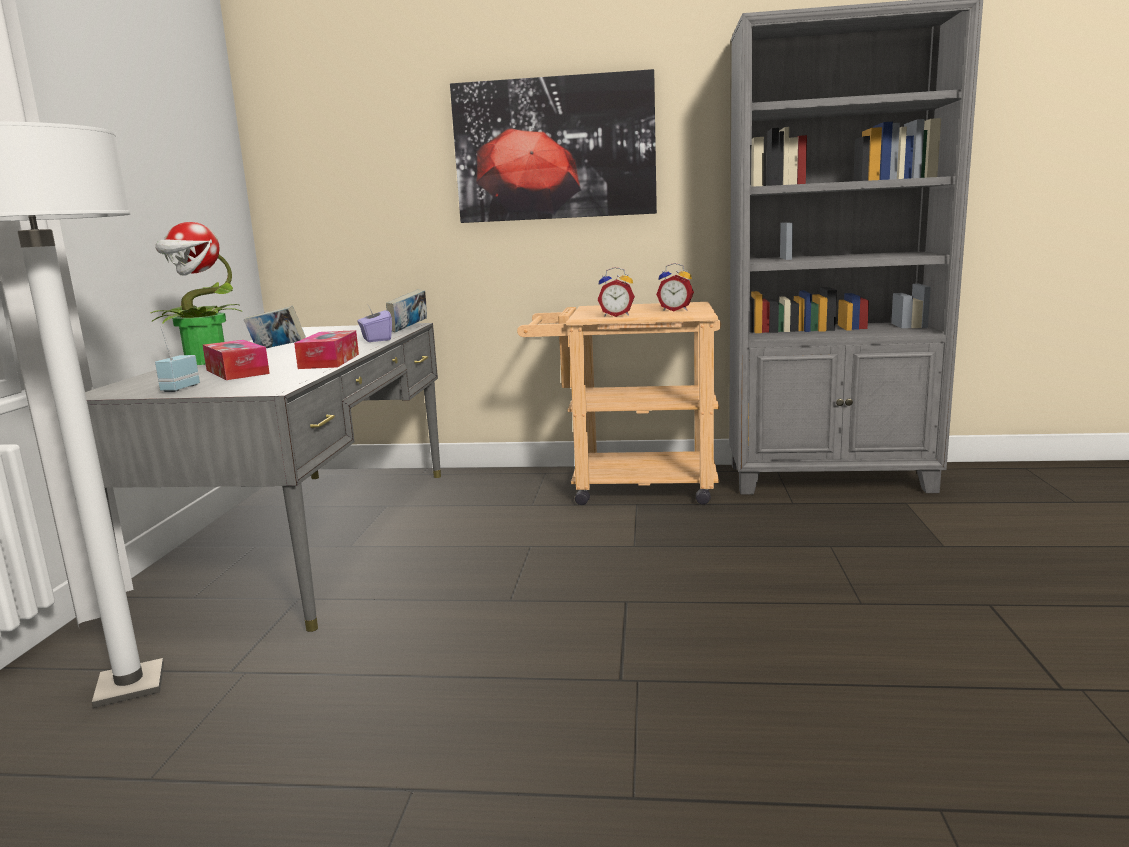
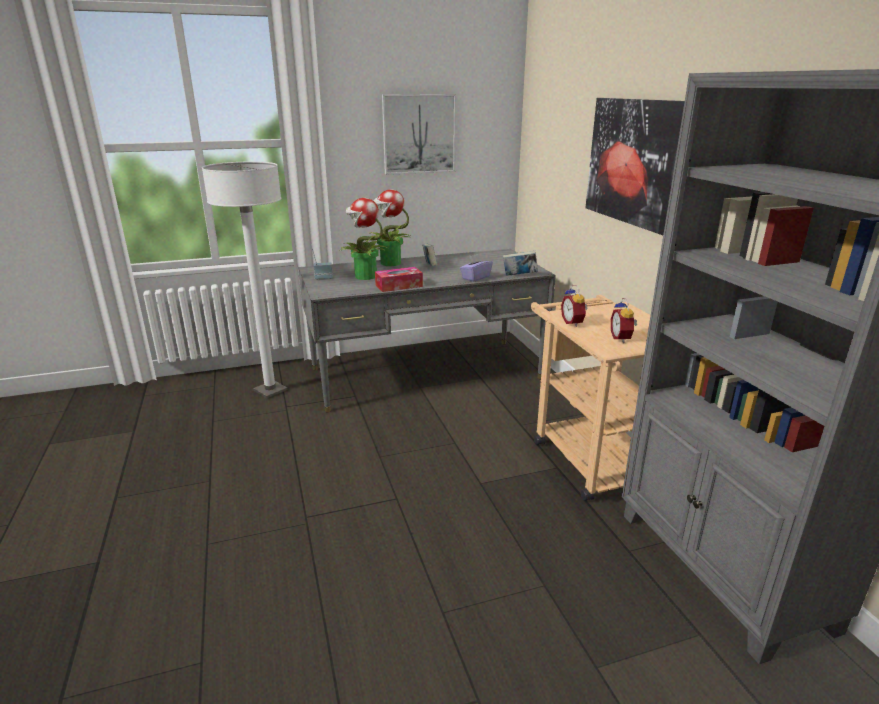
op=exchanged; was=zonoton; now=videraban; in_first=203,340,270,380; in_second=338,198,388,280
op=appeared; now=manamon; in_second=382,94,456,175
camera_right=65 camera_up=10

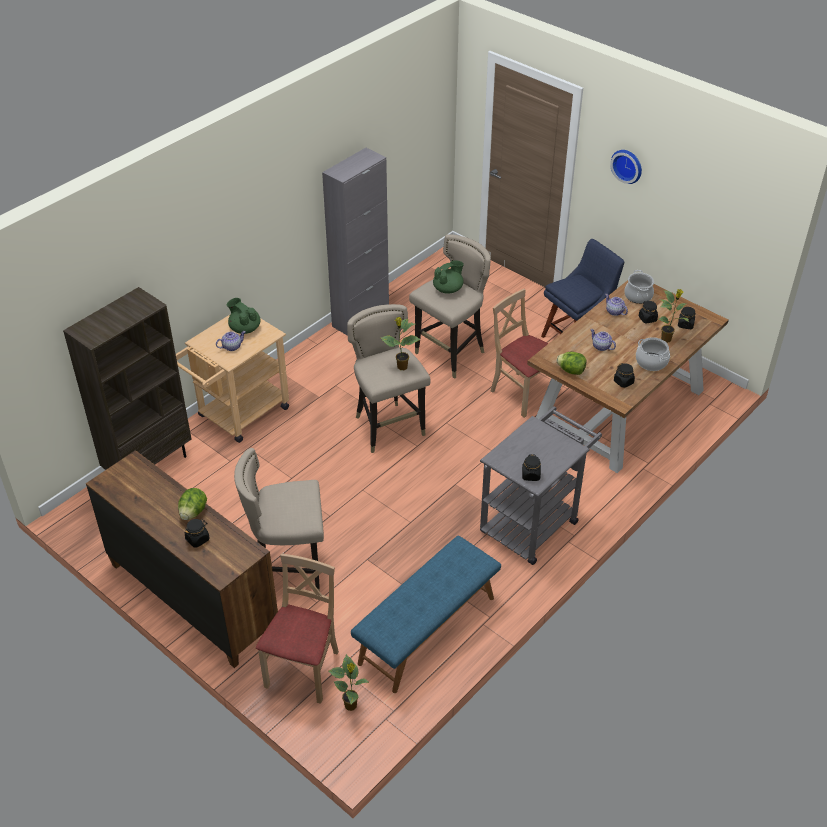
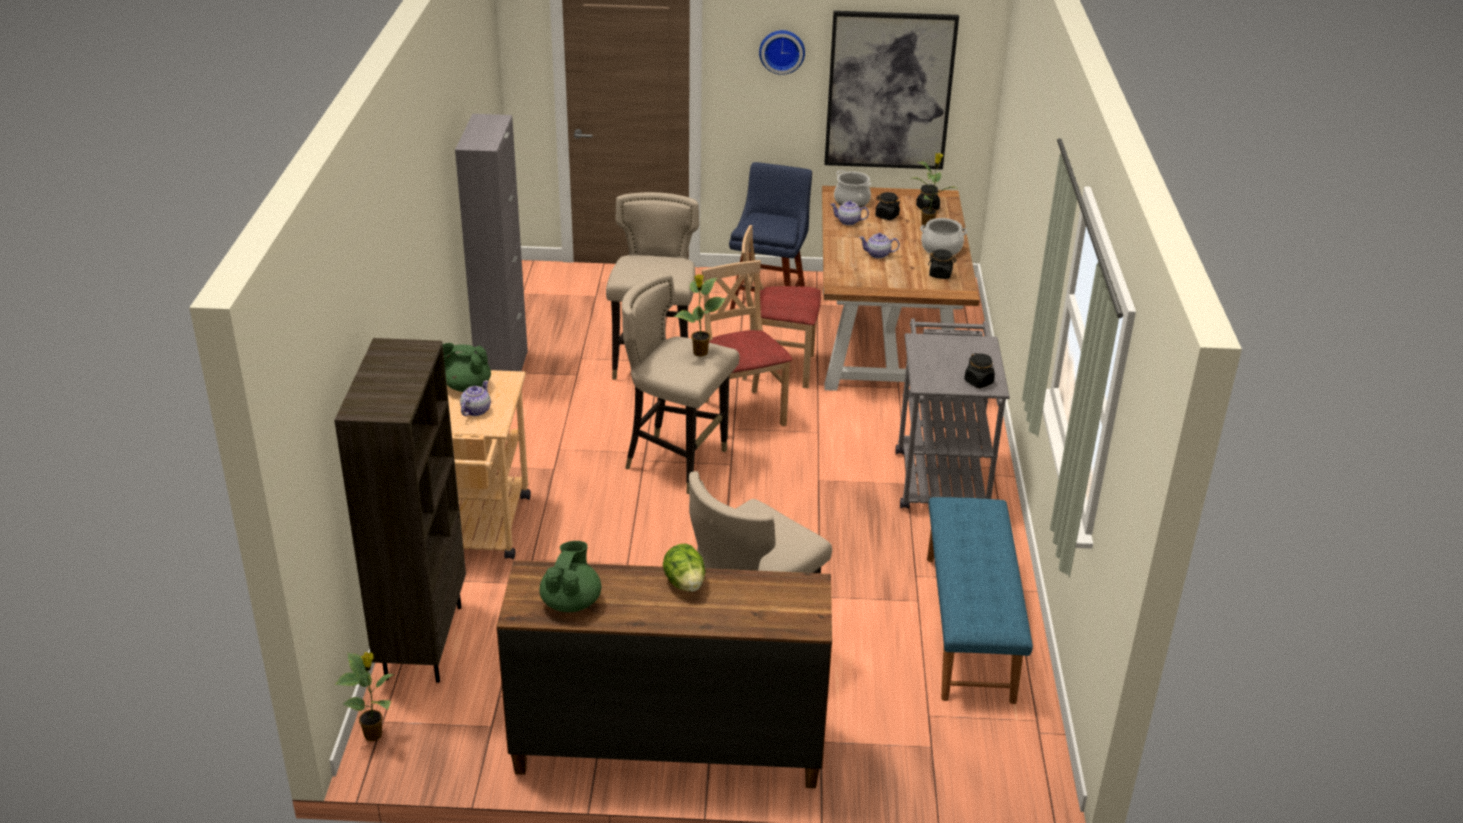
op=missing; was=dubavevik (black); in_first=185,519,210,548
op=relocated; was=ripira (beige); in_first=256,554,339,704; in_second=702,260,792,438
op=relocated; was=videraban; in_first=329,654,370,711; in_second=335,652,395,741
op=relocated; was=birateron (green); in_first=433,260,464,294; in_second=539,541,601,612
op=missing; was=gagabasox; in_first=556,352,586,375
op=appeared; now=manamon; in_second=824,11,959,170
camera_right=-40 camera_up=-10

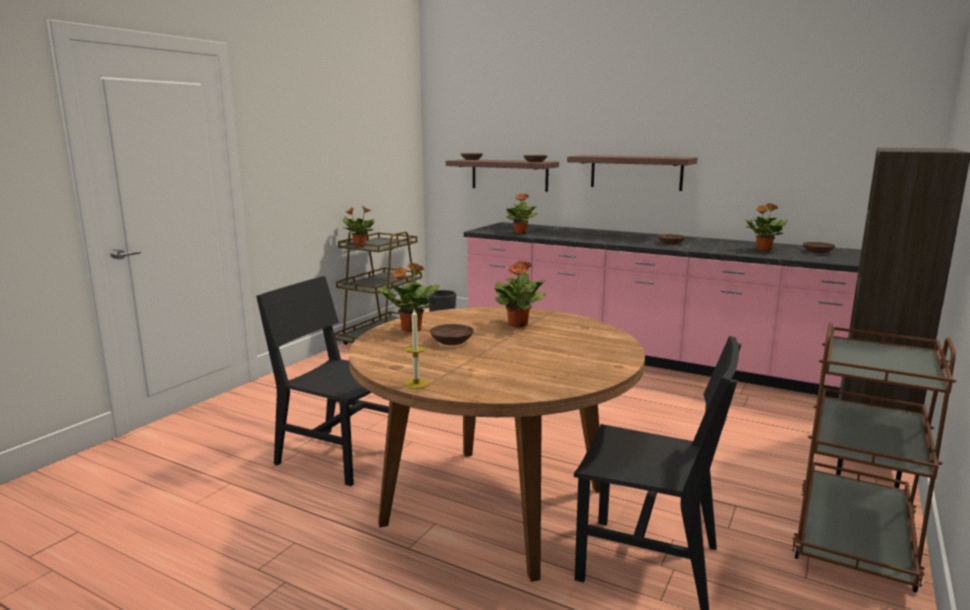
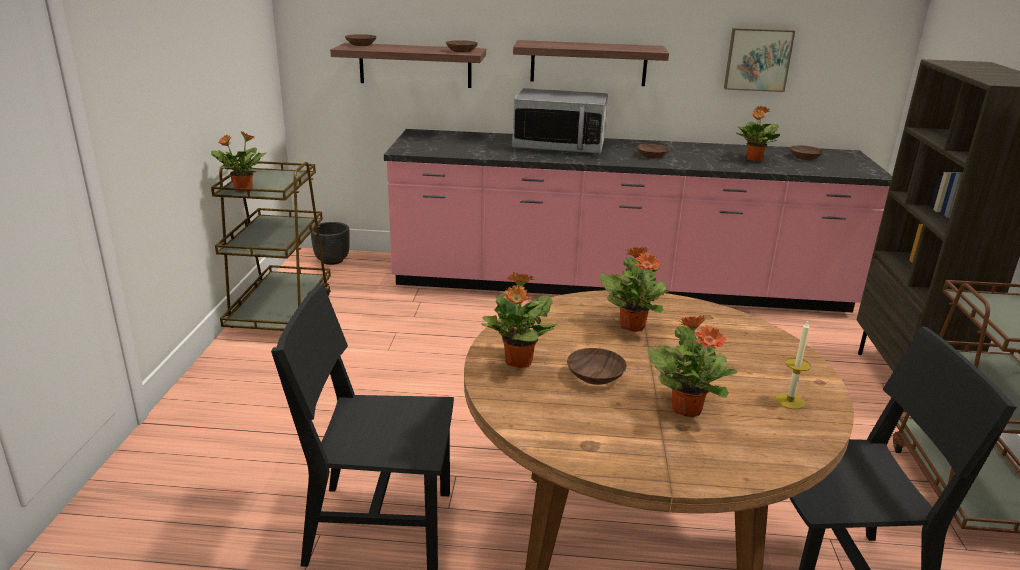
op=relocated; was=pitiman; in_first=404,309,428,389; in_second=776,320,811,409
op=relocated; was=videraban; in_first=506,193,538,234; in_second=647,315,737,417
op=appeared; now=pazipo; in_second=512,88,608,153
op=appeared; now=manamon; in_second=724,28,795,92
camera_right=-25 camera_up=10

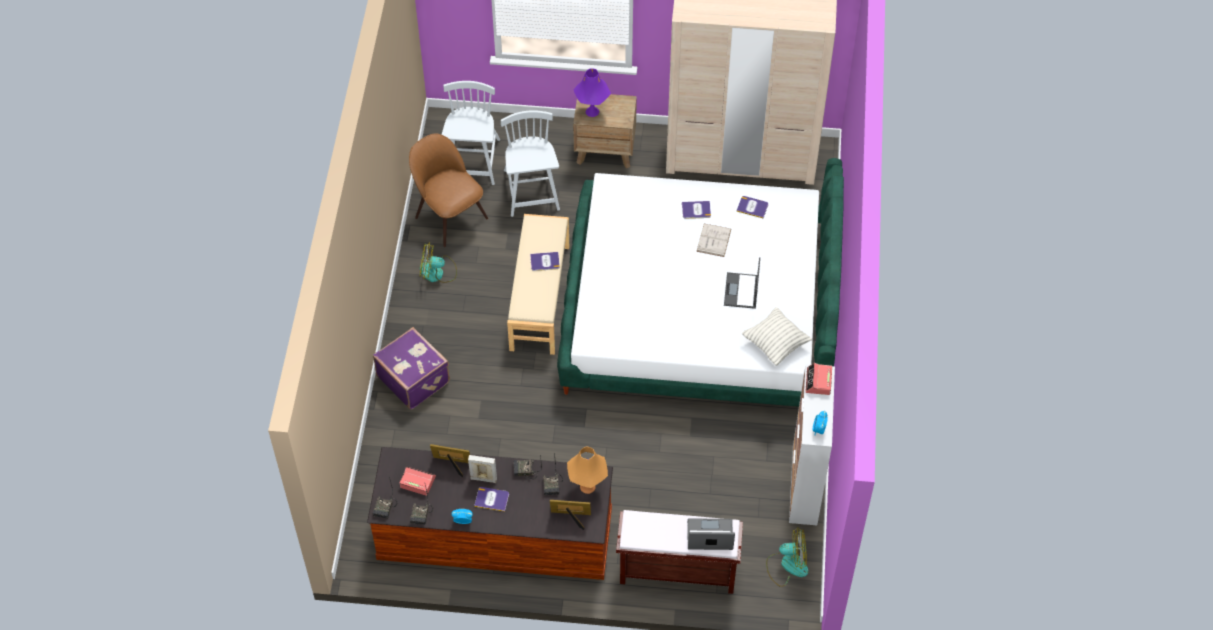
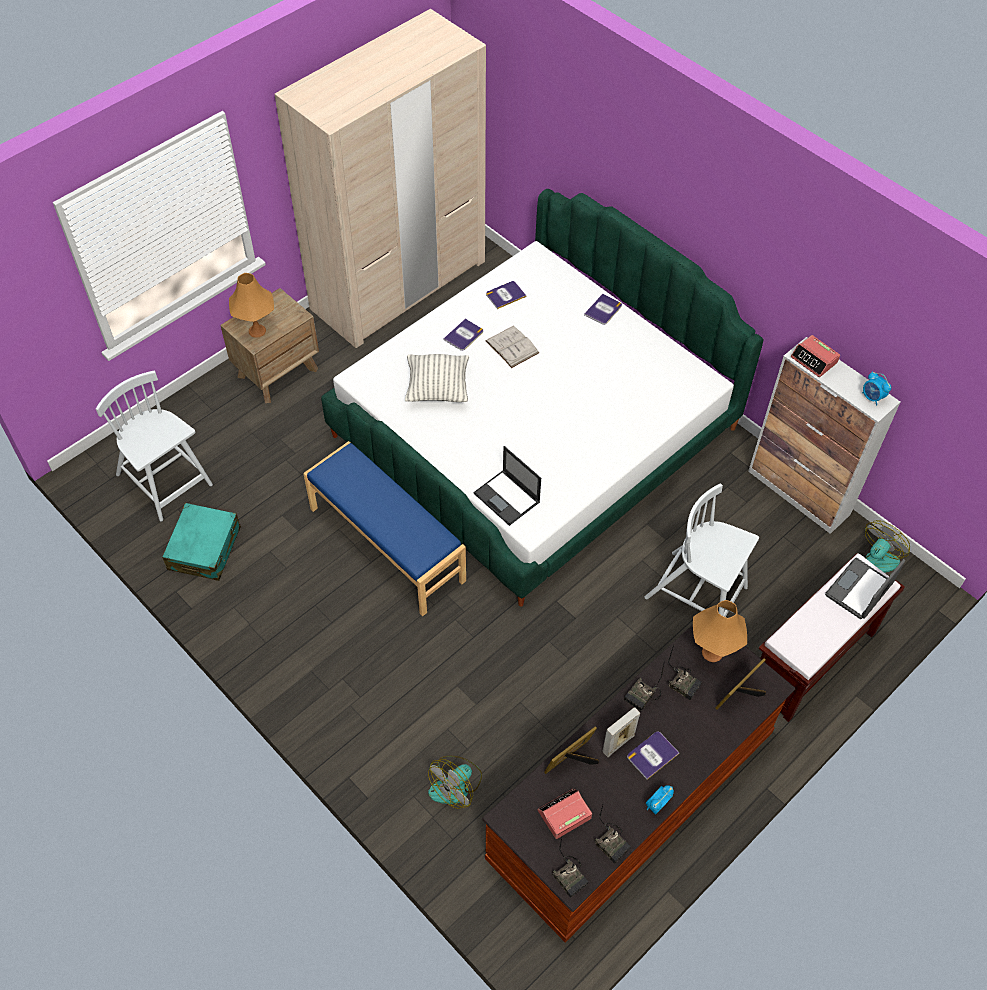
op=missing; was=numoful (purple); in_first=373,327,450,410
op=exchanged; was=ripira (brown); now=numoful (turquoise); in_first=409,133,488,247; in_second=162,503,241,581
op=relocated; was=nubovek; in_first=420,242,457,283; in_second=428,756,482,809
op=relocated; was=ripira (white); in_first=501,110,560,217; in_second=645,483,759,617
op=colour; was=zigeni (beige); now=zigeni (blue); in_first=507,214,569,355; in_second=303,441,466,617
op=relocated; was=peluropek; in_first=530,252,560,271; in_second=584,294,622,325
op=colour; was=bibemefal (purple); now=bibemefal (orange); in_first=574,68,611,117; in_second=229,273,274,338
op=relocated; was=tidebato; in_first=724,257,760,309; in_second=474,446,541,526
op=relocated; was=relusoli; in_first=742,307,812,366; in_second=405,354,469,402
camera_right=-50 camera_up=0

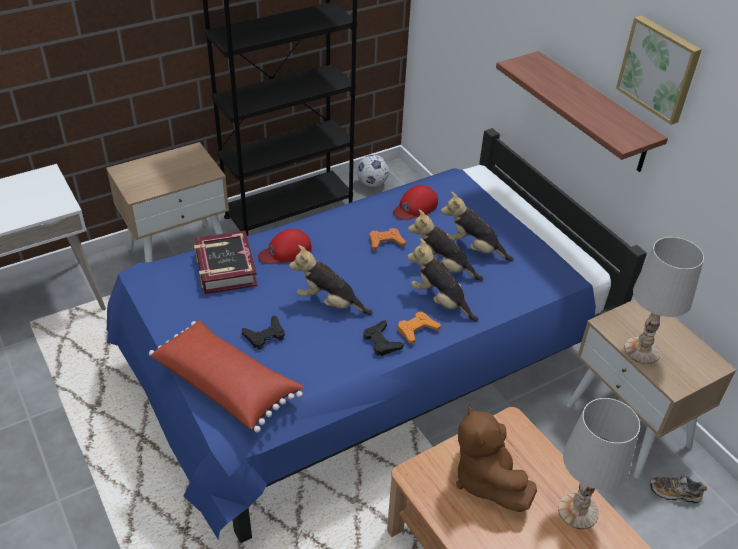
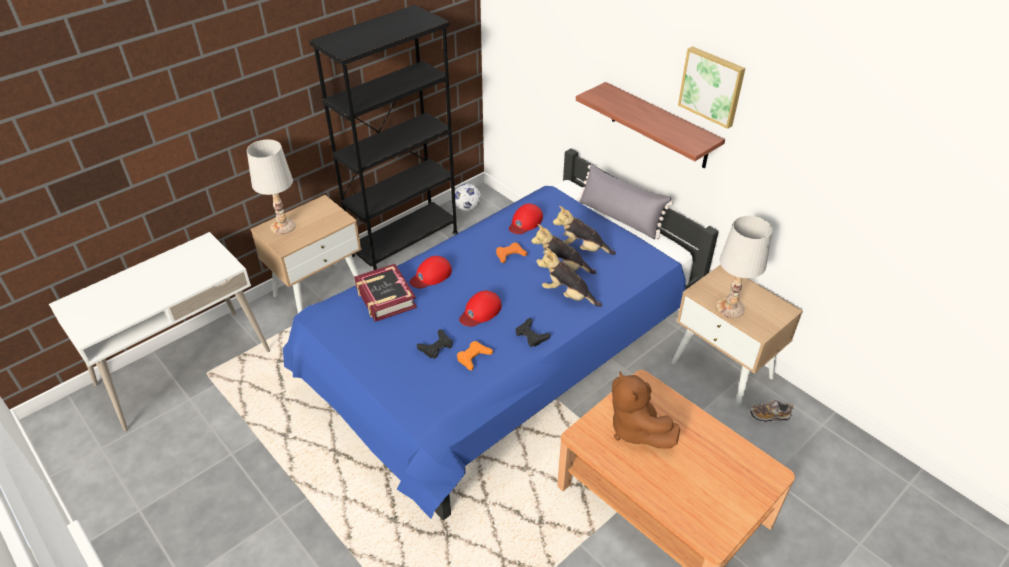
op=missing; was=relusoli (red); in_first=149,320,303,433
op=exchanged; was=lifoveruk; now=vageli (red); in_first=289,245,373,315; in_second=459,290,501,327
op=relocated; was=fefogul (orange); in_first=398,312,441,344; in_second=457,341,493,370
op=relocated; was=bibemefal (white); in_first=558,398,640,529; in_second=247,139,296,234
op=appeared; now=relusoli (grey); in_second=577,164,673,239
camera_right=-10 camera_up=0

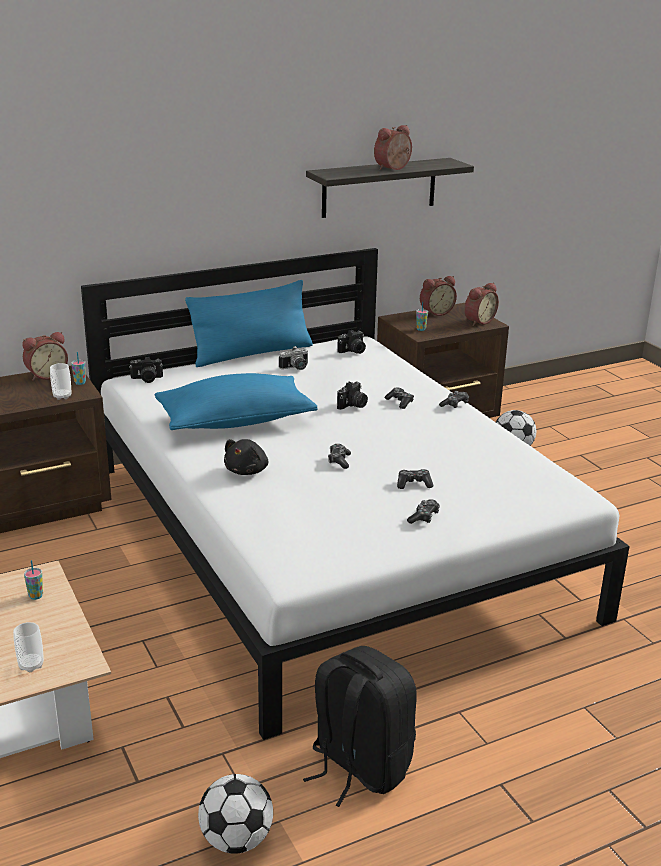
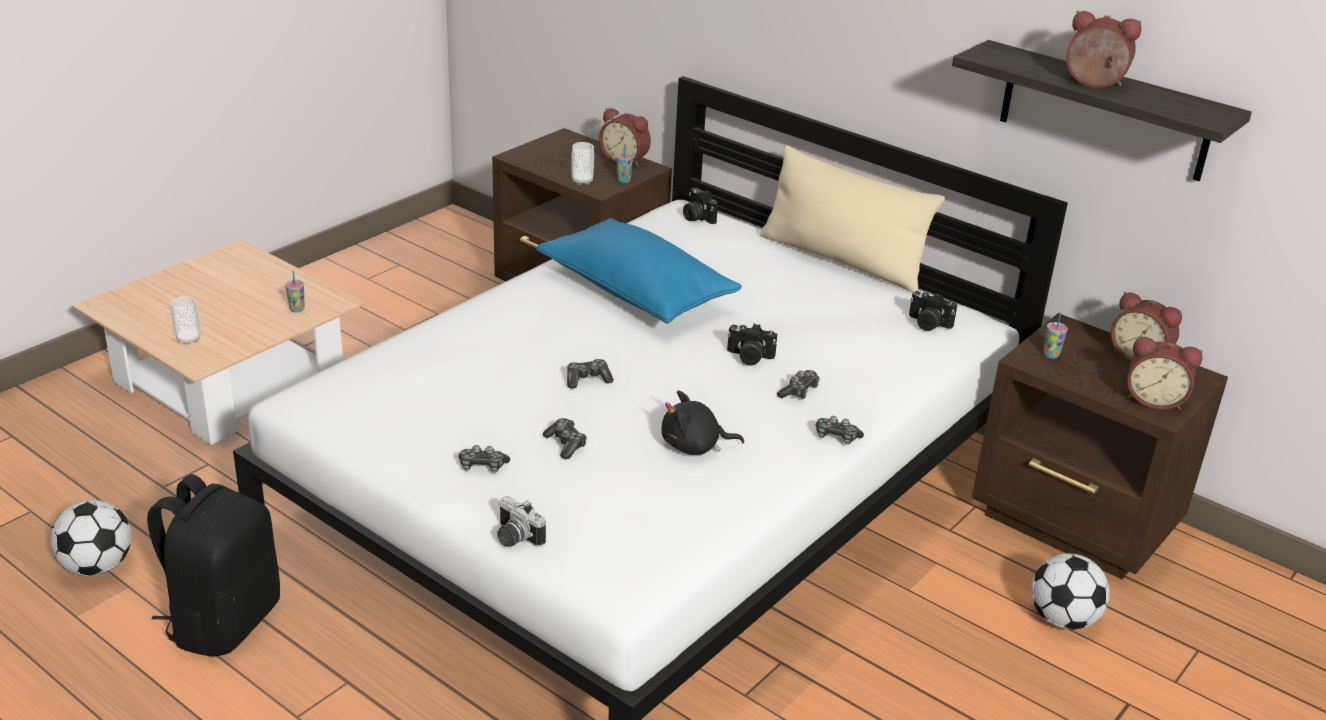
op=colour; was=relusoli (blue); now=relusoli (beige); in_first=185,280,313,367; in_second=760,145,945,292
op=relocated; was=lifoveruk (black); in_first=224,439,268,475; in_second=662,390,744,455
op=relocated; was=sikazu; in_first=279,346,308,370; in_second=497,496,546,547
camera_right=65 camera_up=5

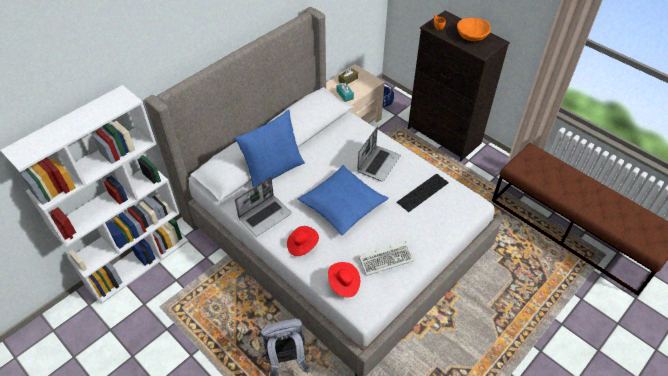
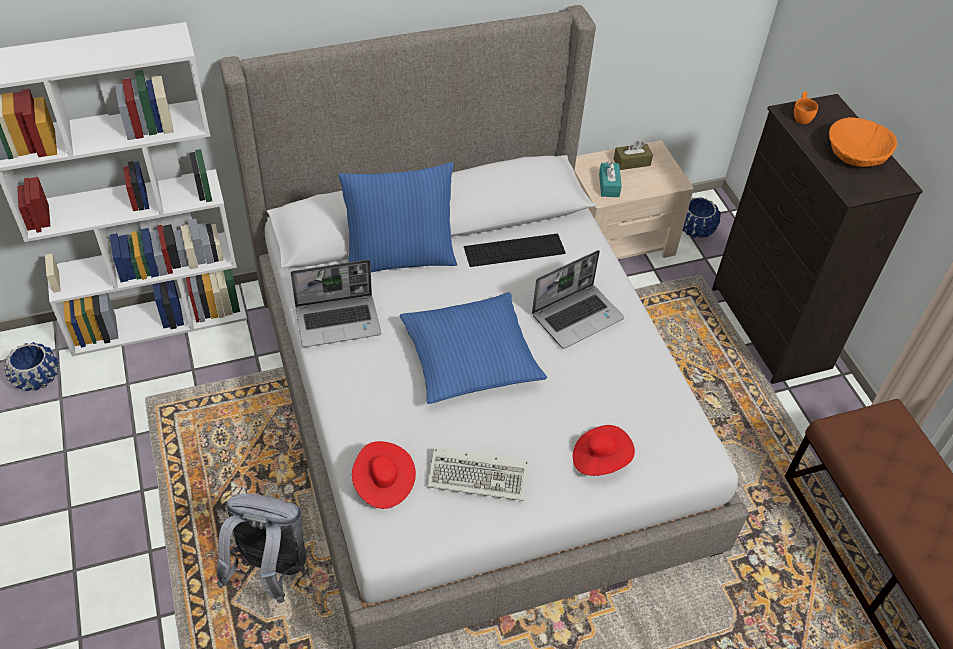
op=relocated; was=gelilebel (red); in_first=287,226,319,256; in_second=573,425,635,476
op=relocated; was=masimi; in_first=397,173,449,212; in_second=464,233,565,267
op=appeared; now=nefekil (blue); in_second=4,342,58,391
camera_right=25 camera_up=0

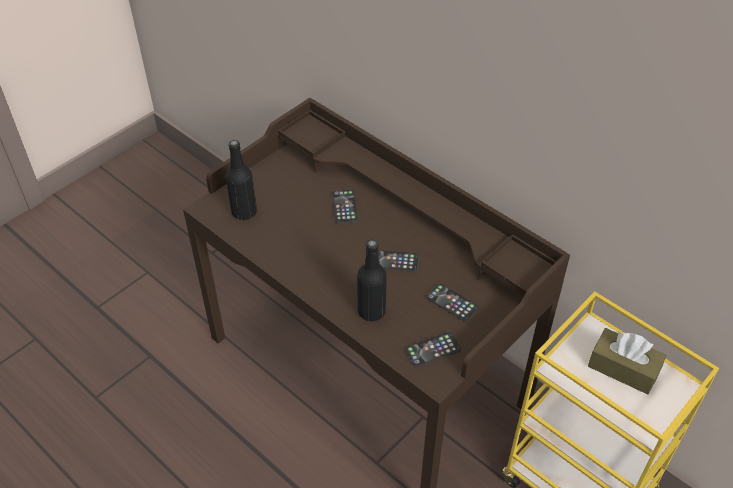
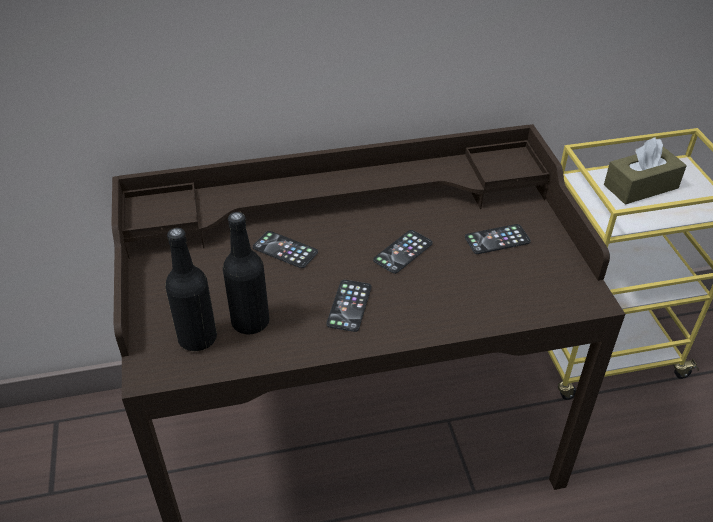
op=relocated; was=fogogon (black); in_first=357,239,387,321; in_second=223,212,269,335
op=relocated; was=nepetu; in_first=405,332,461,367; in_second=326,280,371,332
camera_right=-55 camera_up=-5

